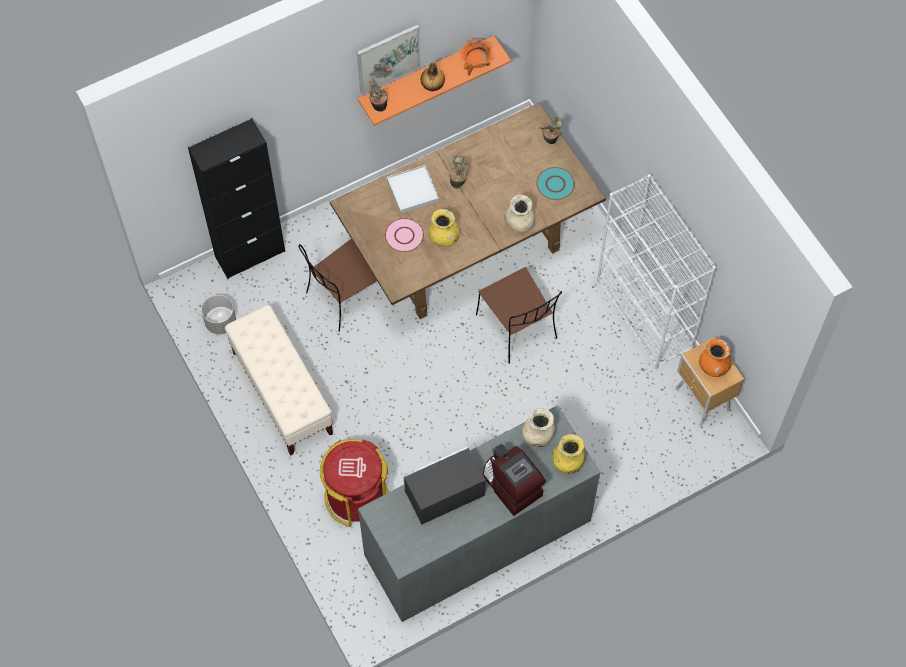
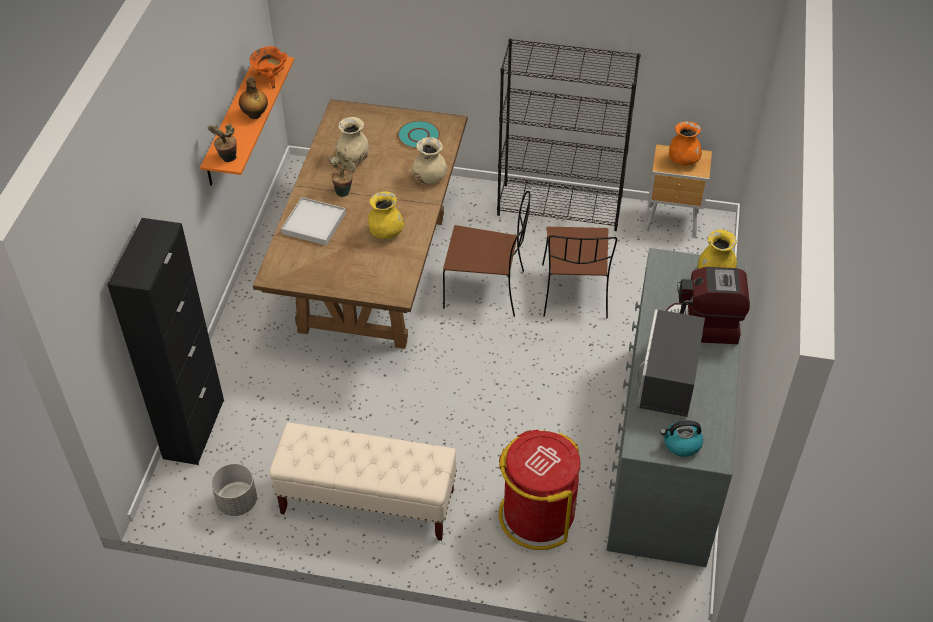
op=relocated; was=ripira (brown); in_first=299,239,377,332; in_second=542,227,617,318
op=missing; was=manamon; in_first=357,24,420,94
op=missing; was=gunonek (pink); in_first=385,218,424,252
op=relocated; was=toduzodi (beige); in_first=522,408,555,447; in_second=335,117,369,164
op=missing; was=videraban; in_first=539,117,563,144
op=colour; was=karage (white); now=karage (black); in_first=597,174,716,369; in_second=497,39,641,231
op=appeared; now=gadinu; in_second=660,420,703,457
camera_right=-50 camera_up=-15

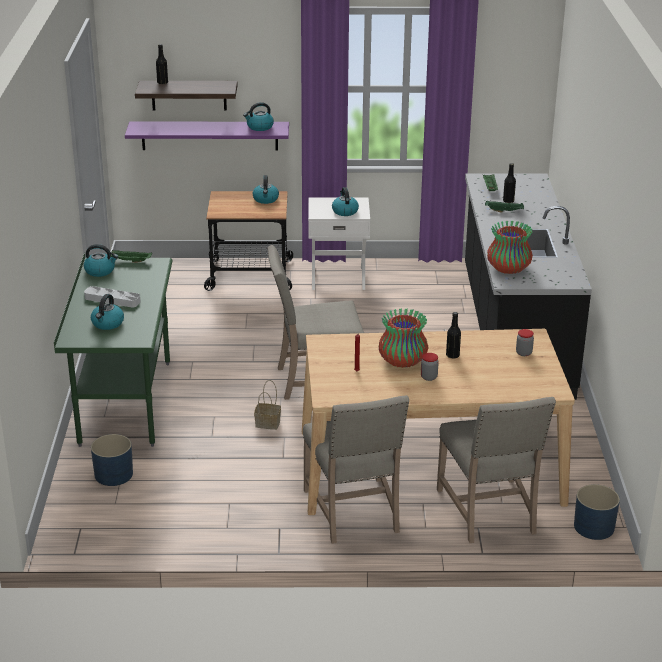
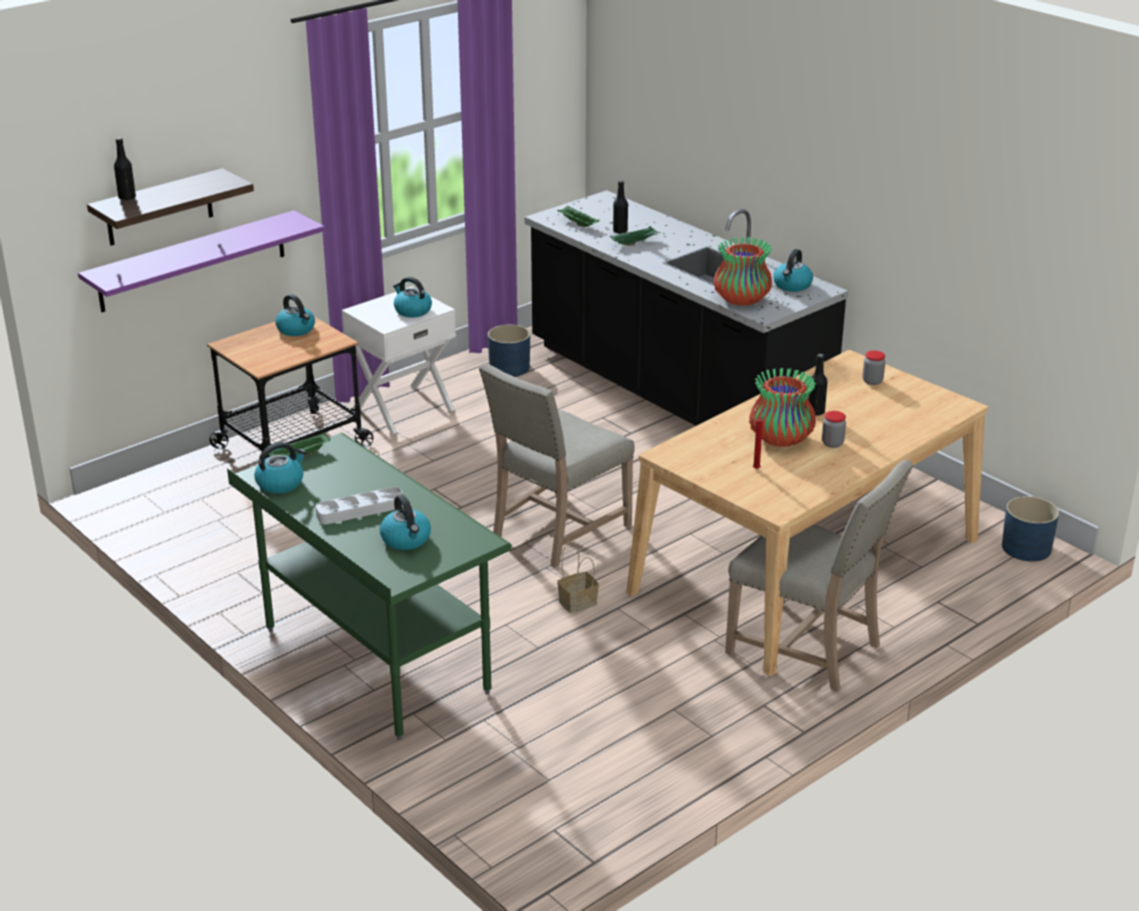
op=relocated; was=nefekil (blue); in_first=91,434,133,486; in_second=488,325,530,377
op=relocated; was=gadinu; in_first=243,102,274,131; in_second=773,249,813,292
op=missing; was=ripira (beige); in_first=437,397,556,543
camera_right=-40 camera_up=0

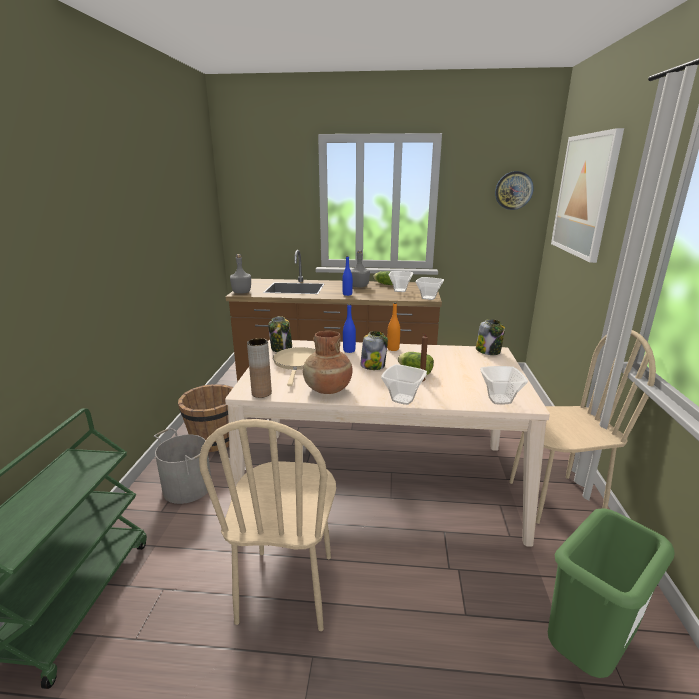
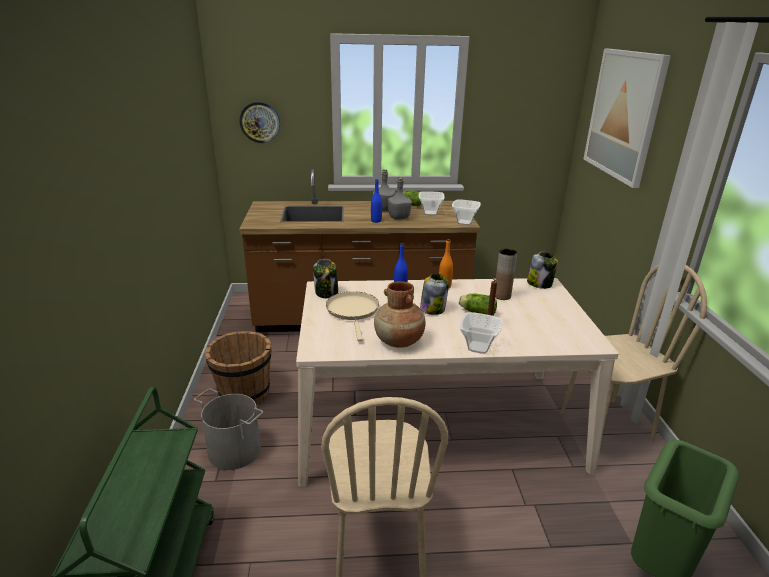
op=relocated; was=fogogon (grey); in_first=230,254,251,294; in_second=388,176,412,220
op=relocated; was=toduzodi (brown); in_first=247,338,272,398; in_second=495,249,517,300
op=missing; was=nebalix; in_first=480,366,528,405
op=relocated; was=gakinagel; in_first=495,171,534,210; in_second=240,102,280,143
camera_right=-10 camera_up=5

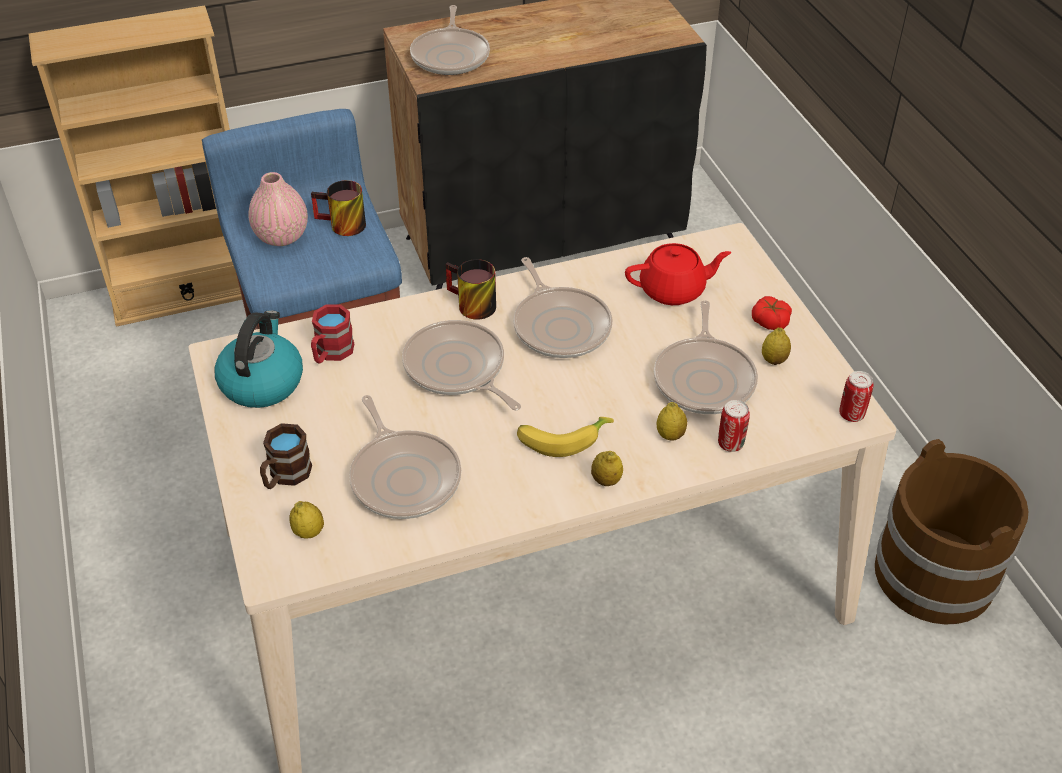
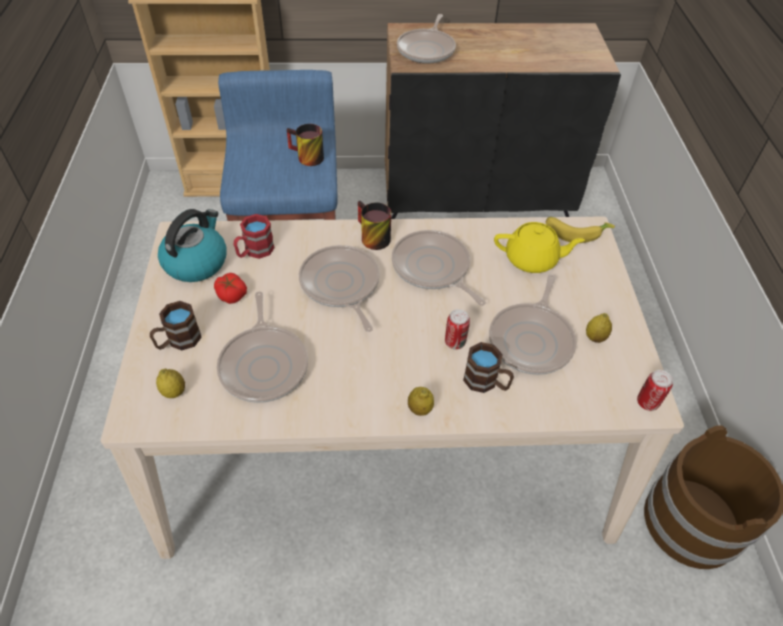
op=missing; was=toduzodi (pink); in_first=248,172,308,246
op=spun; was=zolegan; in_first=513,257,613,358; in_second=392,230,486,306; clockwise=150
op=relocated; was=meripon; in_first=517,417,614,457; in_second=546,217,615,243
op=colour; was=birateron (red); now=birateron (yellow); in_first=625,243,731,305; in_second=494,222,585,273
op=exchanged; was=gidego; now=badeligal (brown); in_first=656,402,687,441; in_second=463,342,514,393
op=relocated; was=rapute; in_first=718,400,750,452; in_second=445,309,470,349
op=relocated; was=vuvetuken; in_first=752,296,792,330; in_second=214,273,247,304
camera_right=15 camera_up=5

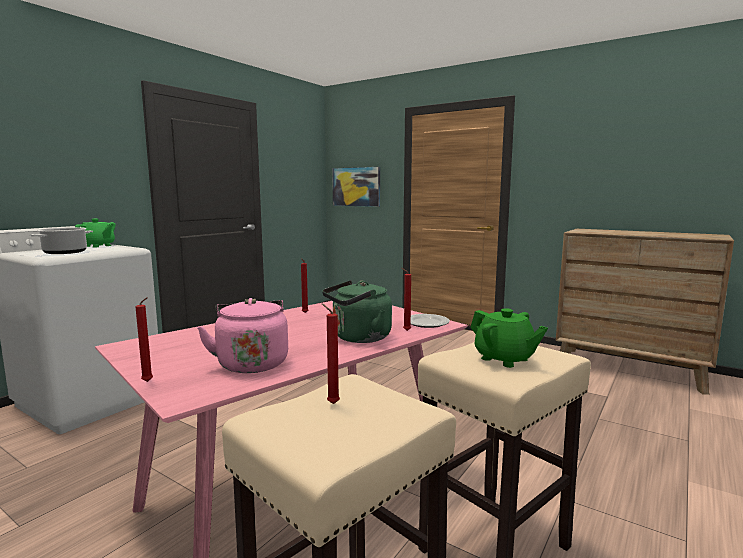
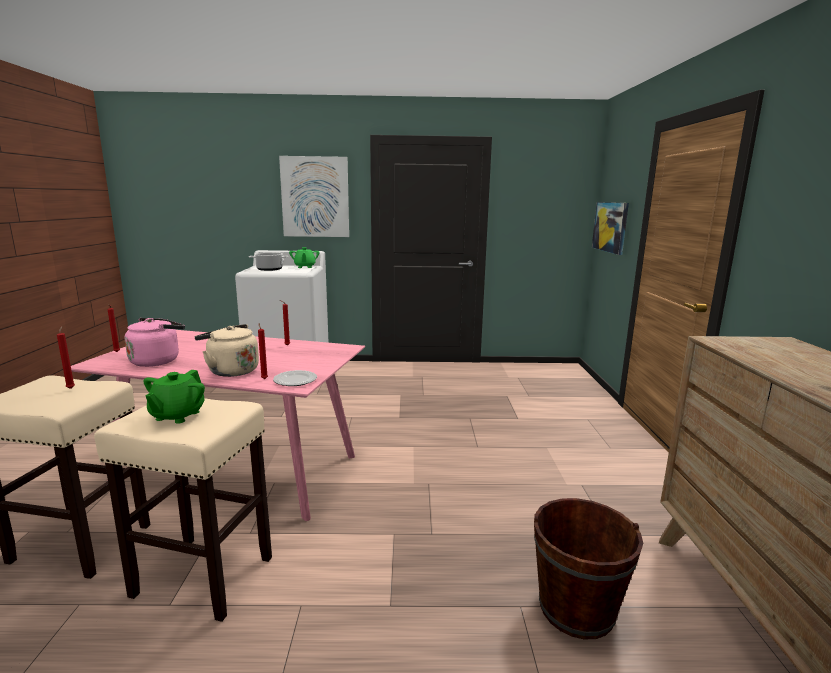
op=colour; was=gadinu (green); now=gadinu (beige); in_first=322,280,392,343; in_second=195,324,259,377
op=appeared; now=manamon; in_second=279,156,349,237
op=appeared; now=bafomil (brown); in_second=534,498,643,639
camera_right=55 camera_up=5

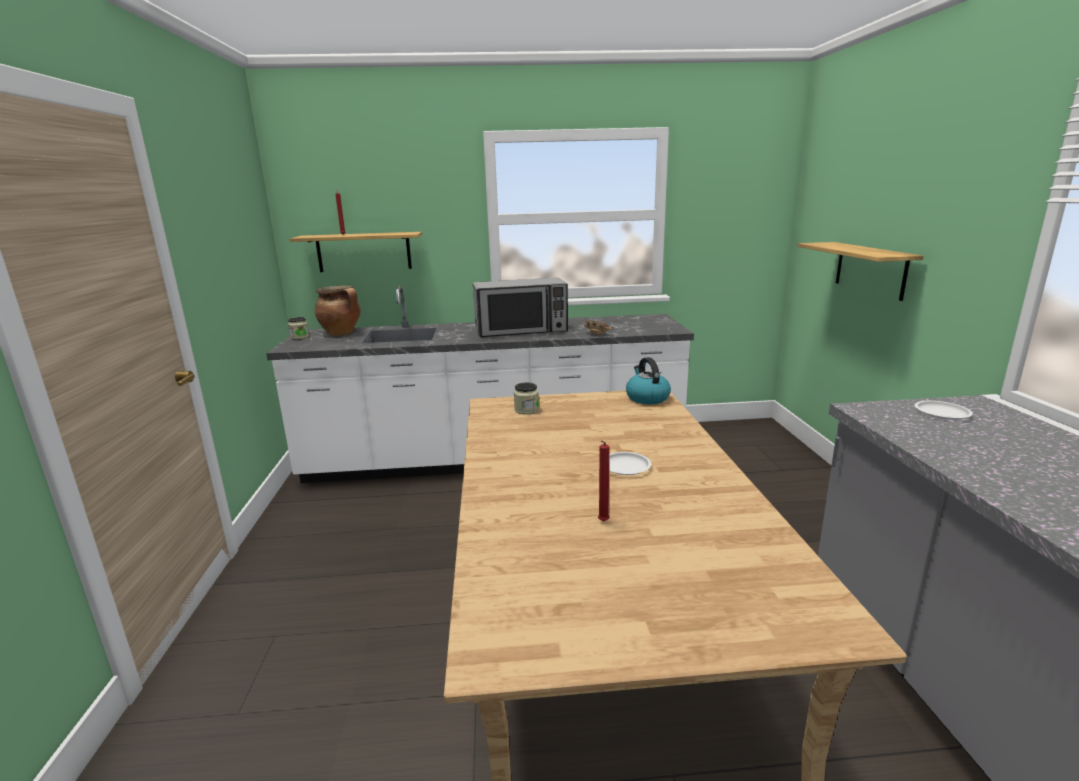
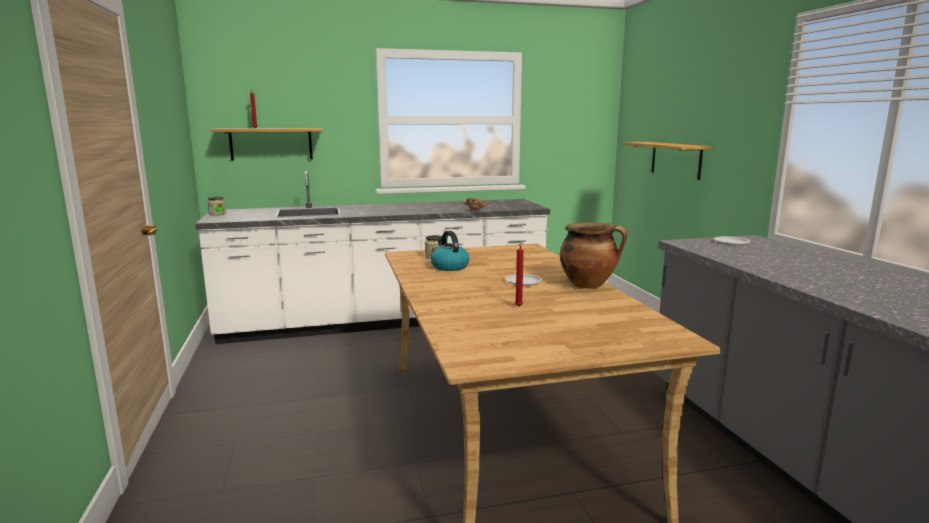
op=relocated; was=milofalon; in_first=315,285,360,336; in_second=560,222,627,289
op=missing; was=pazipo; in_first=473,278,568,337
op=relocated; was=gadinu; in_first=626,357,671,404; in_second=431,231,470,271
camera_right=-10 camera_up=-5

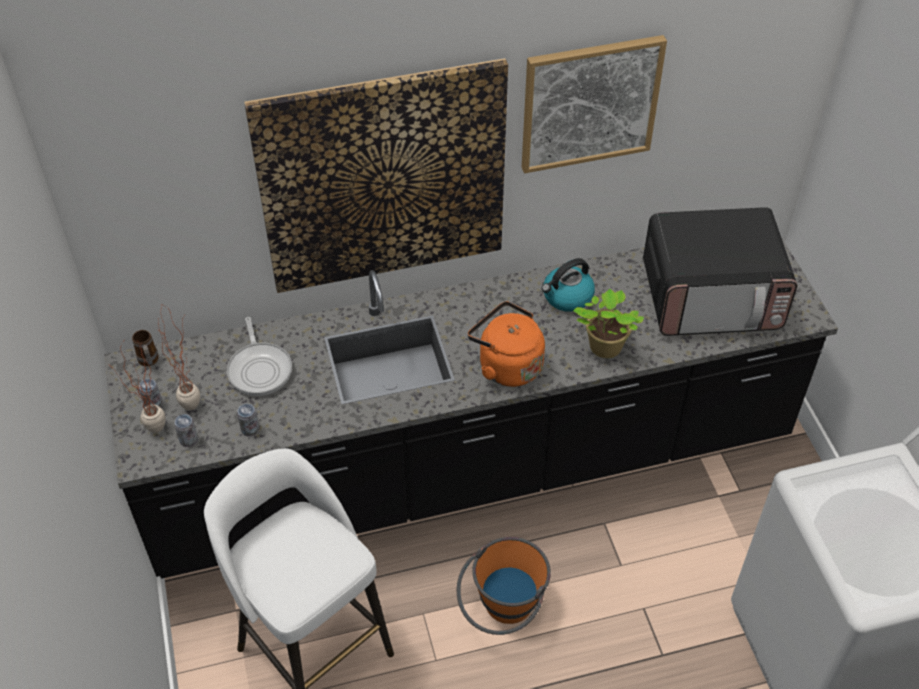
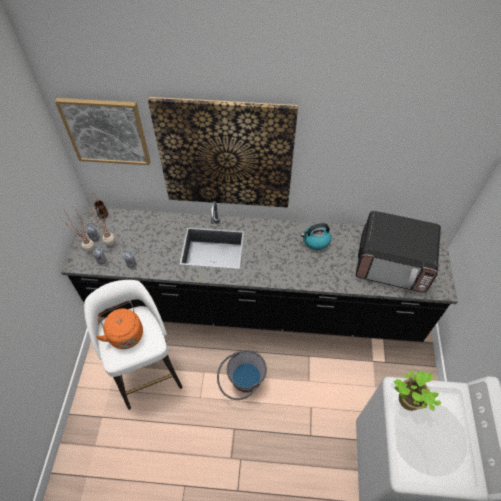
op=missing; was=zolegan; in_first=227,317,292,396
op=colour; was=bafomil (orange); now=bafomil (grey); in_first=457,537,551,635; in_second=217,350,267,400
op=relocated; was=gadinu (orange); in_first=468,301,545,387; in_second=96,301,143,349
op=relocated; was=manamon; in_first=522,35,667,173; in_second=55,98,151,165
op=relocated; was=videraban; in_first=573,289,644,358; in_second=394,370,442,411
camera_right=20 camera_up=5

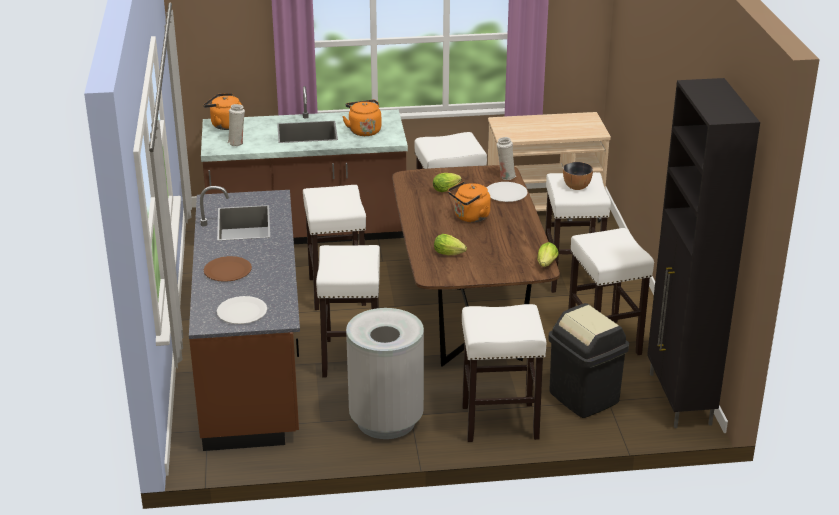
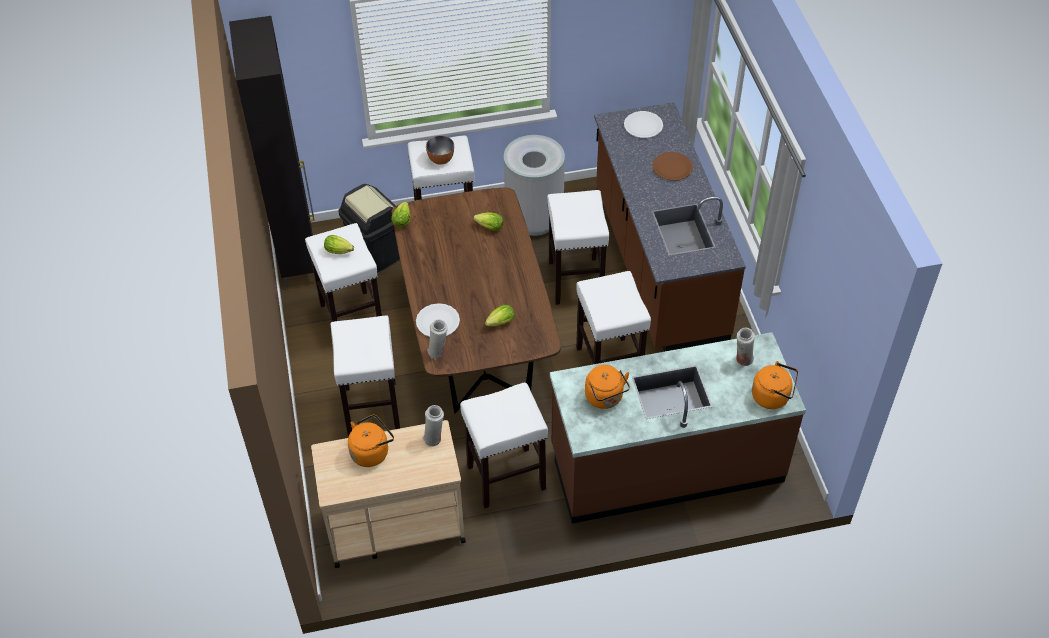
op=relocated; was=gadinu (orange); in_first=448,181,491,222; in_second=348,414,394,467
op=relocated; was=nebalix; in_first=563,162,593,190; in_second=426,136,454,165
op=appeared; now=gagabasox; in_second=324,235,354,254
op=appeared; now=toduzodi (white); in_second=422,405,444,446
camera_right=175 camera_up=20

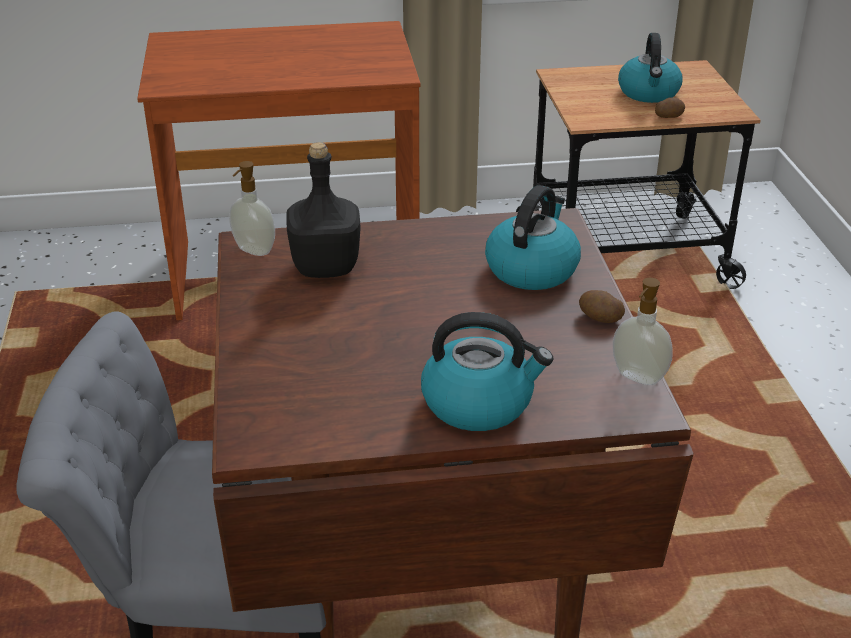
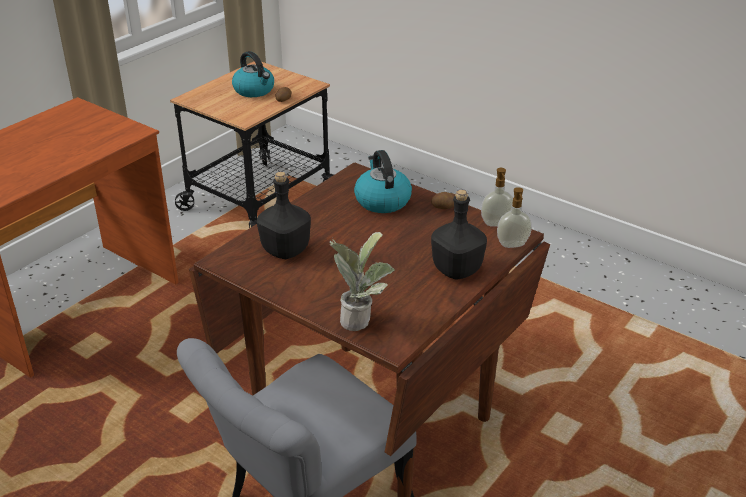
op=relocated; was=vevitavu; in_first=229,161,275,256; in_second=497,187,532,248
op=exchanged; was=gadinu; now=fogogon (black); in_first=421,312,553,431; in_second=431,190,487,280
op=appeared; now=videraban; in_second=329,232,395,331
camera_right=-45 camera_up=0

